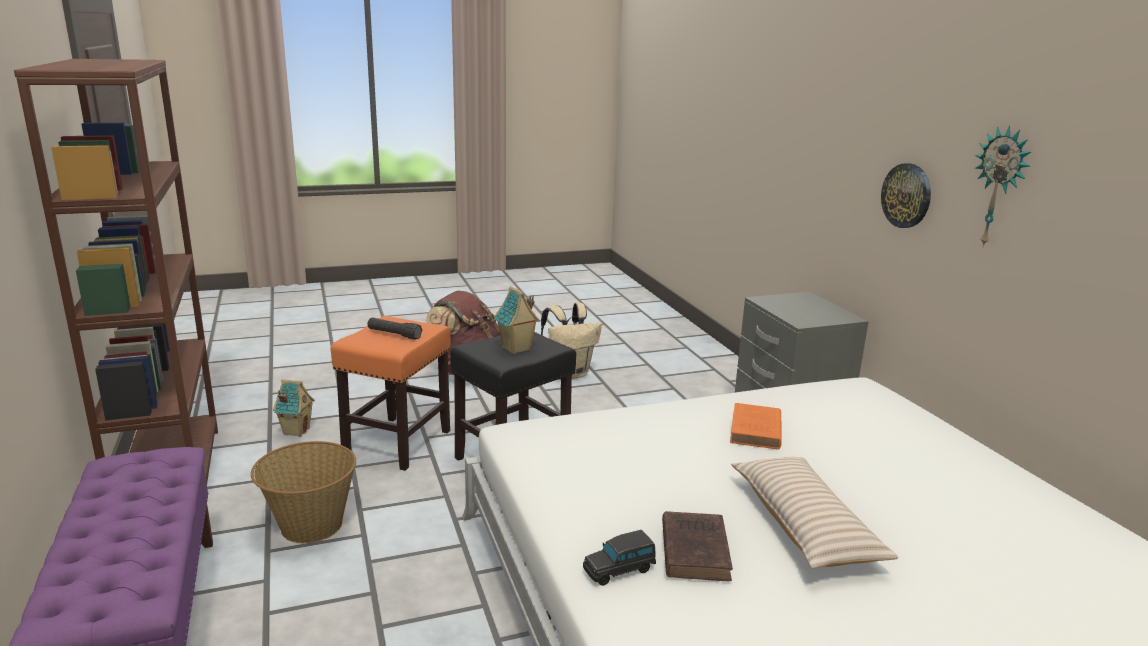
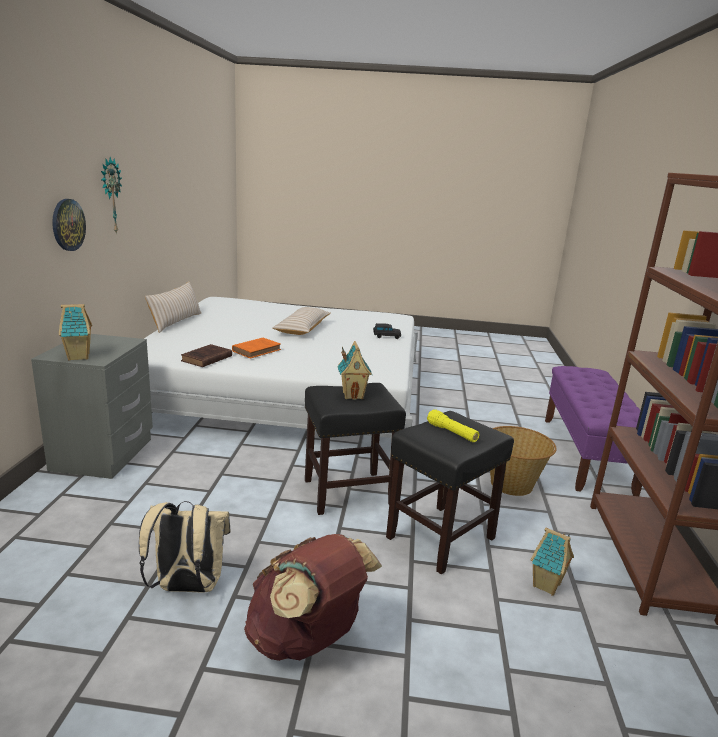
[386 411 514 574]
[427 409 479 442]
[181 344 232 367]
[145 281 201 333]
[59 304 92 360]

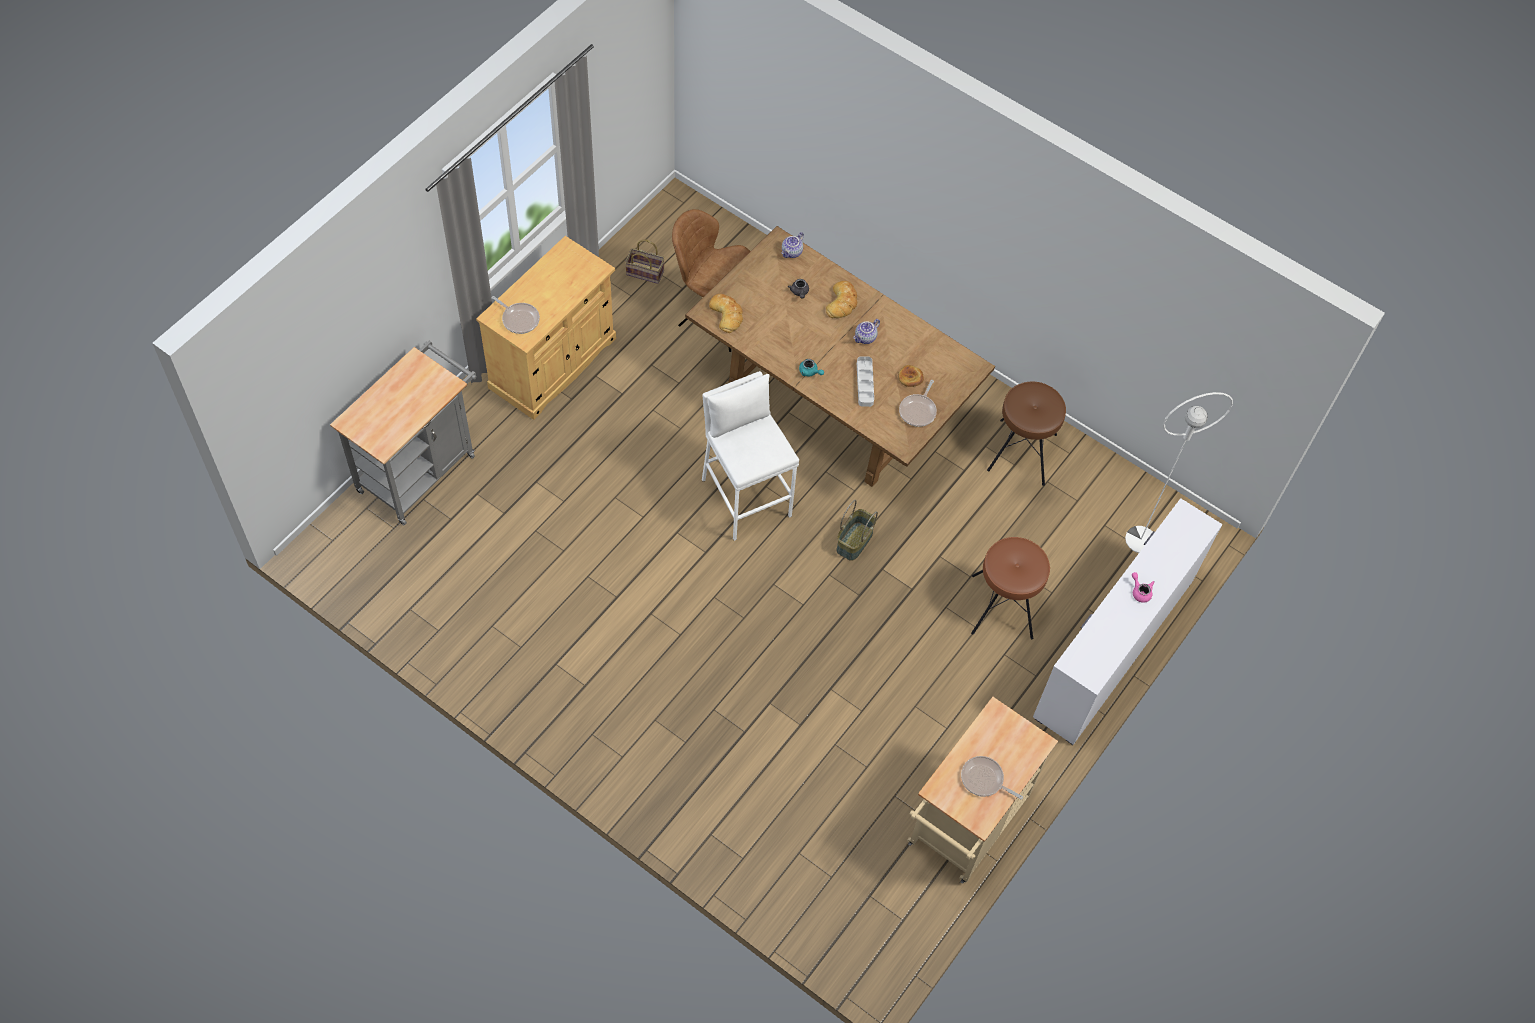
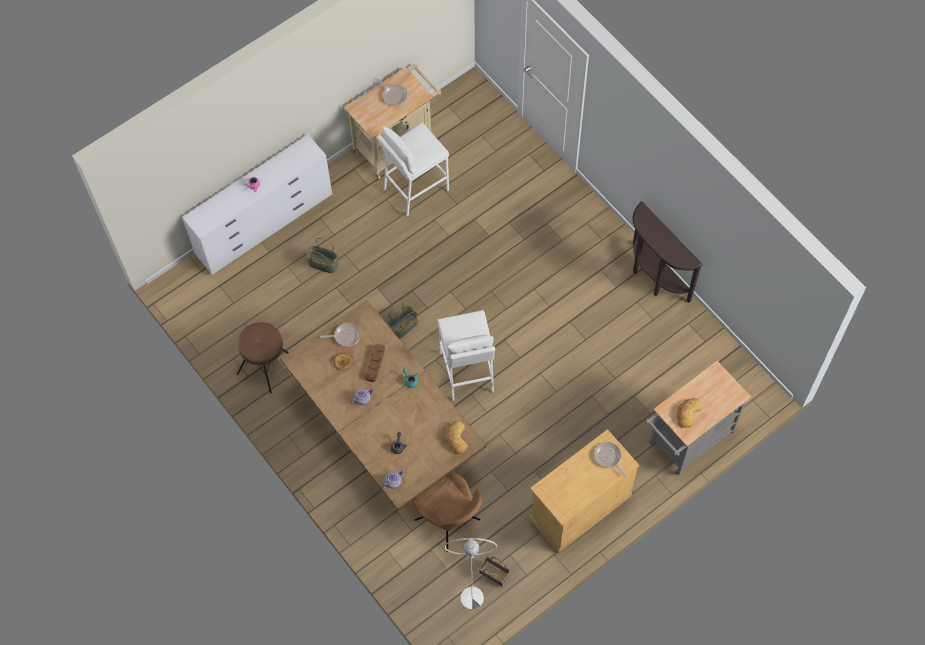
[677 398 703 428]
[365 344 385 382]
[320 323 361 347]
[444 538 497 609]
[306 238 338 273]
[377 122 449 217]
[633 201 703 303]

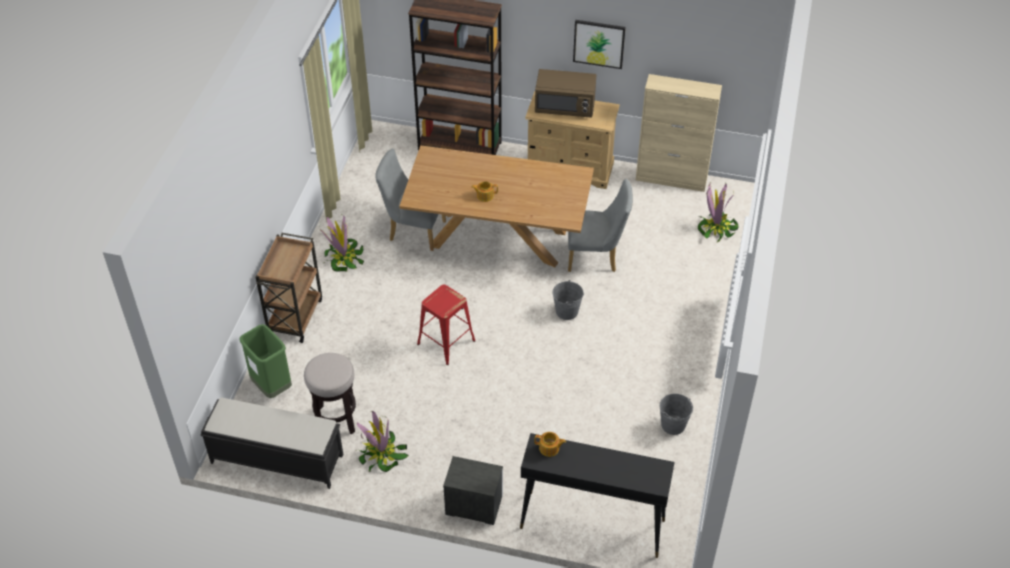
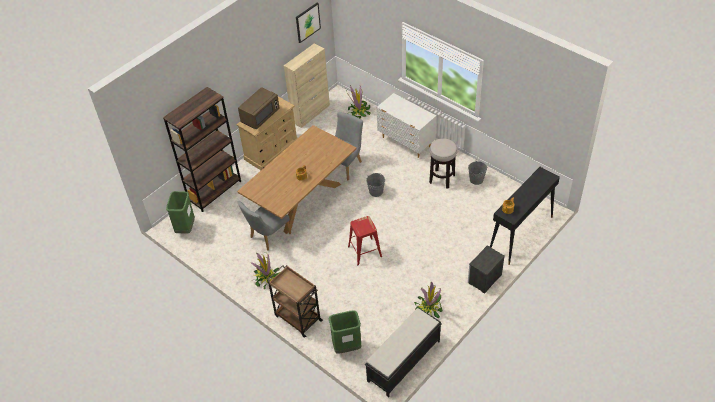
[296 3 321 43]
[429 138 458 189]
[376 93 436 158]
[166 191 195 234]

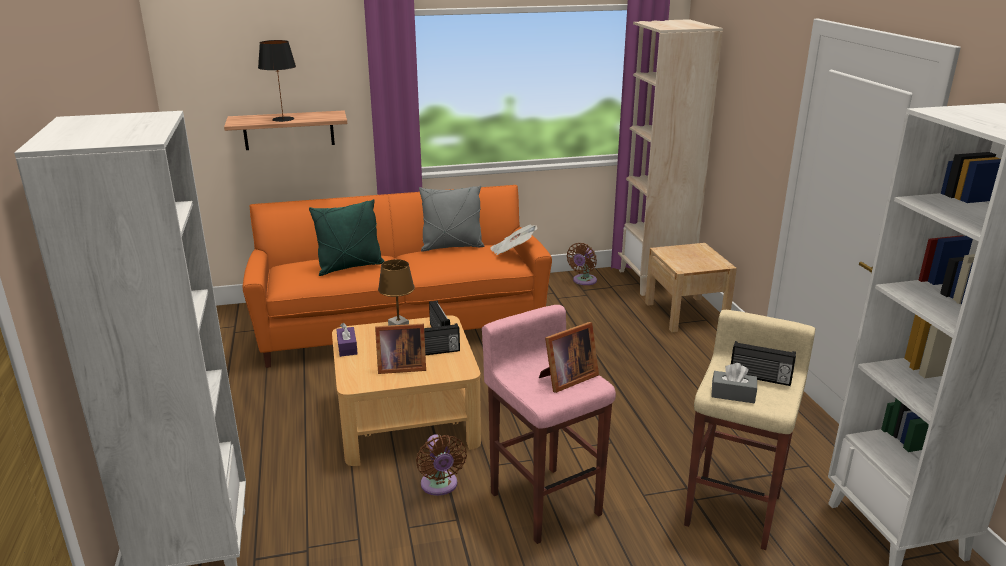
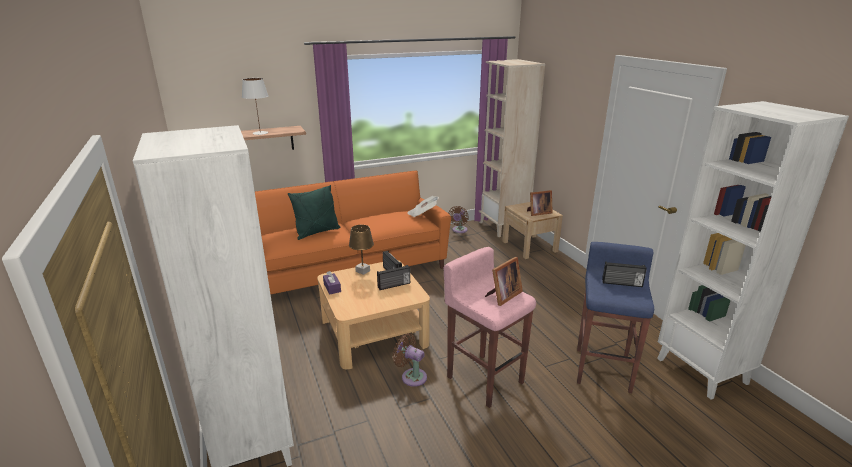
[242 78 269 135]
[419 185 484 252] (first image)
[577 242 654 393]
[527 190 553 216]
[711 363 757 403] (first image)
[393 333 427 387]

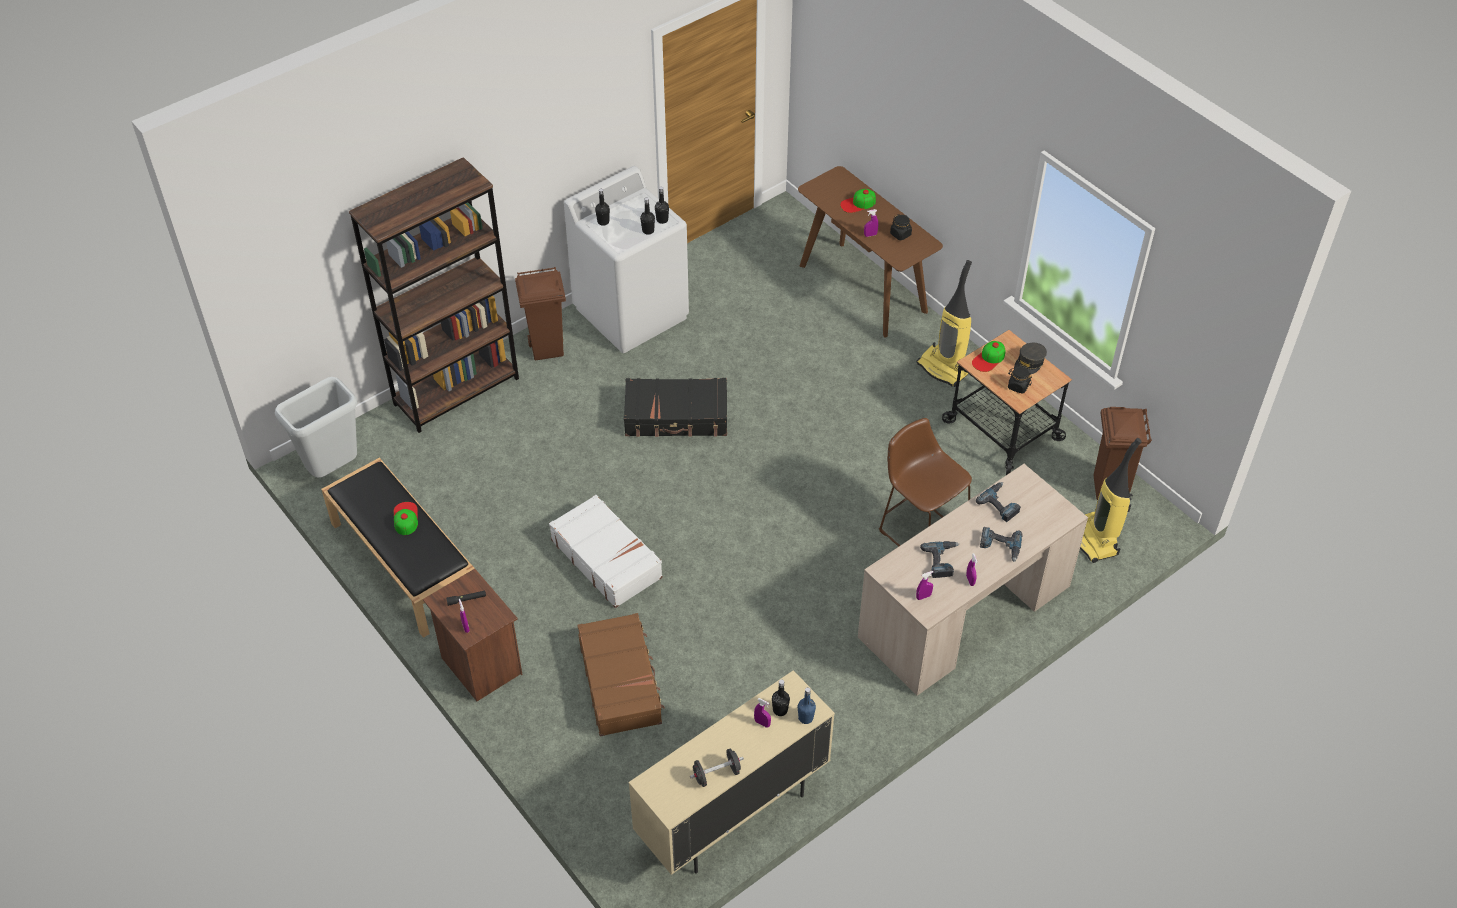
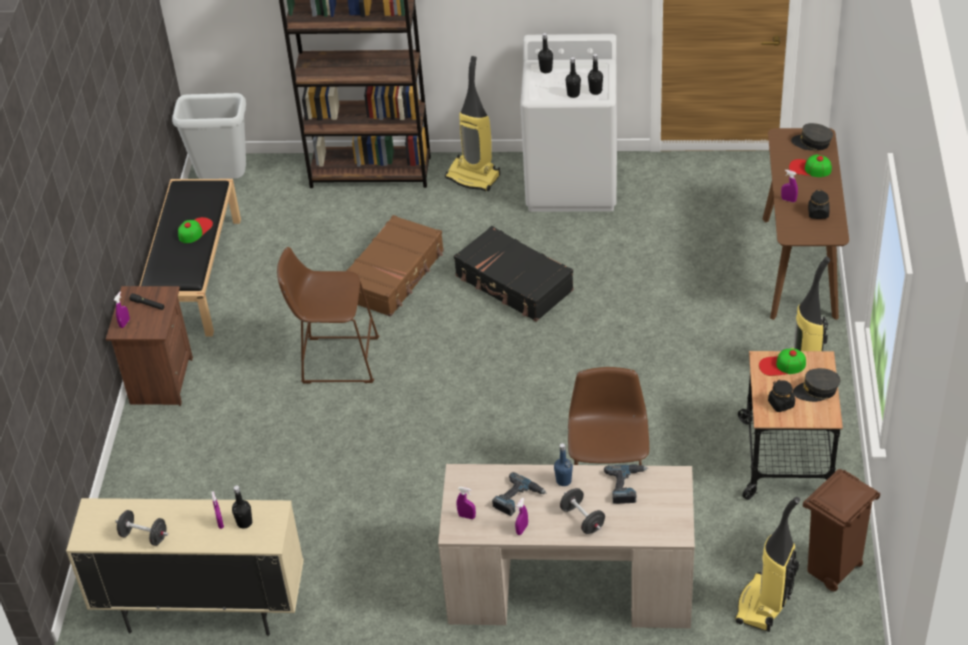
[445 56 500 191]
[277 247 379 384]
[560 488 605 534]
[346 215 444 317]
[554 443 573 486]
[791 123 833 150]

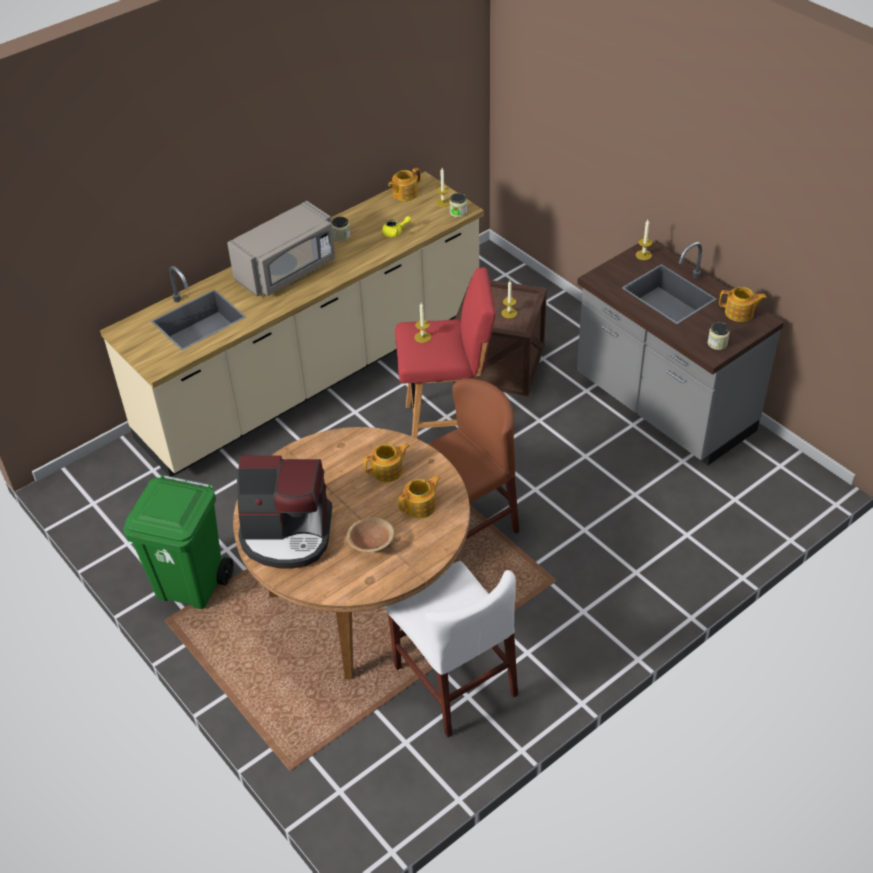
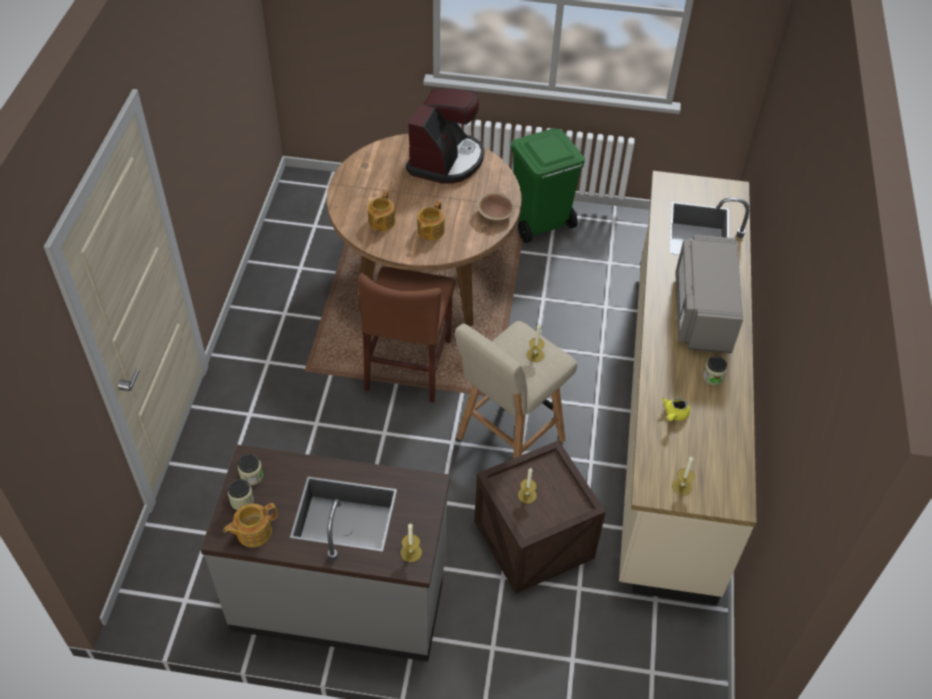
[388 168 421 201] (first image)
[228 479 254 510]
[455 321 577 459]
[406 88 484 184]
[476 192 515 220]
[385 561 518 737] (first image)

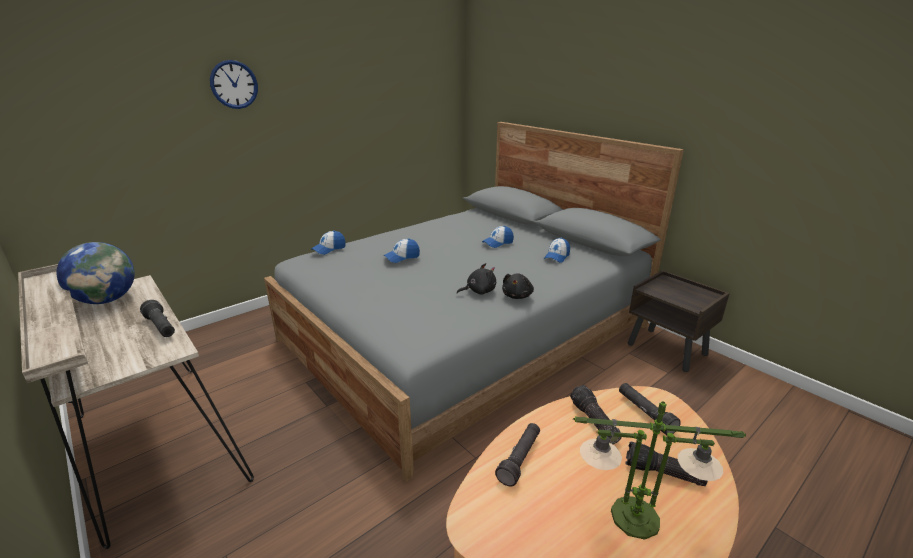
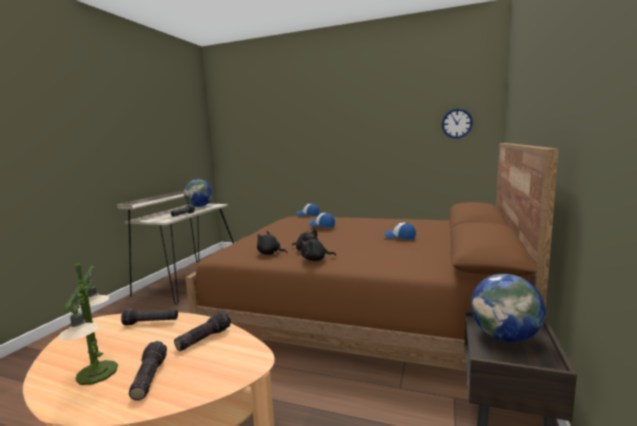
[442 108 473 138]
[185 143 559 371]
[544 238 570 263] (first image)
[619 383 681 435] (first image)
[257 231 287 255]
[471 274 546 342]

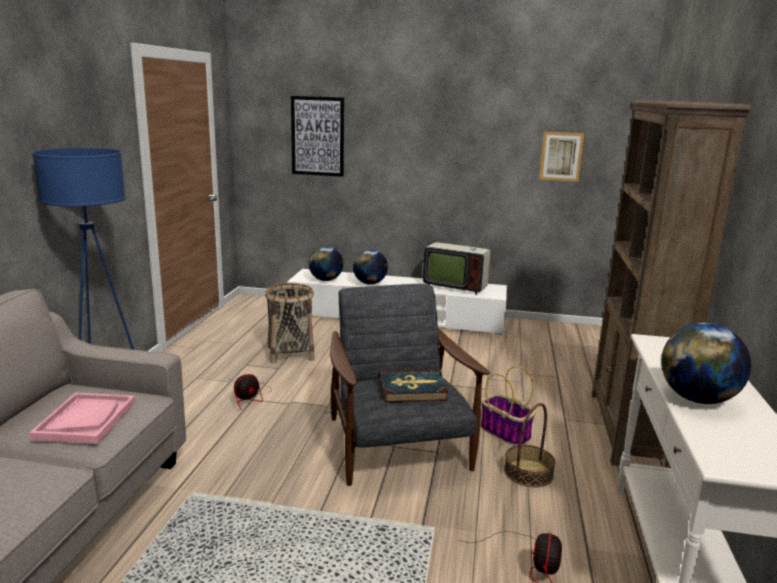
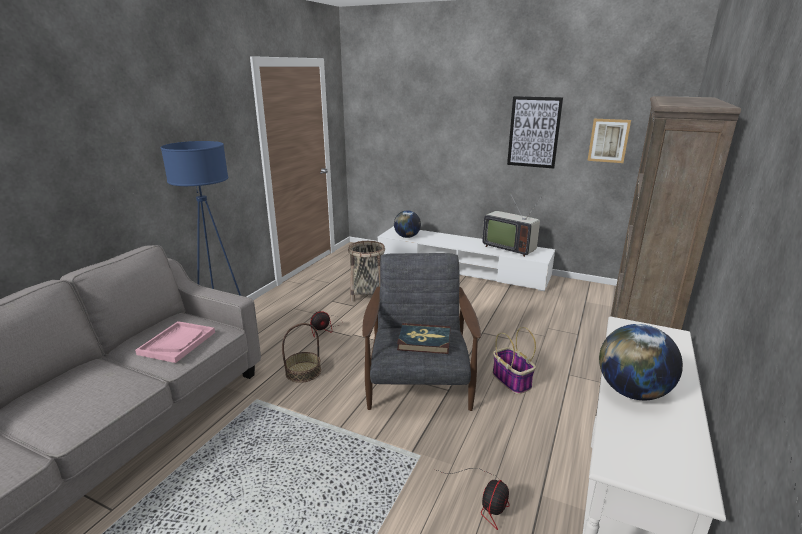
[507 96 563 169]
[353 249 388 285] (first image)
[282 323 321 383]

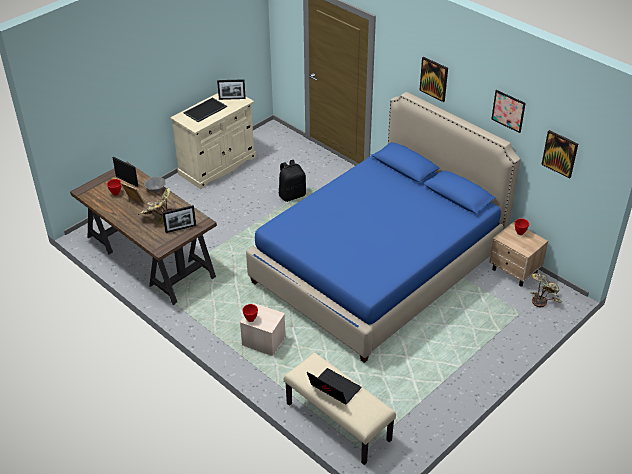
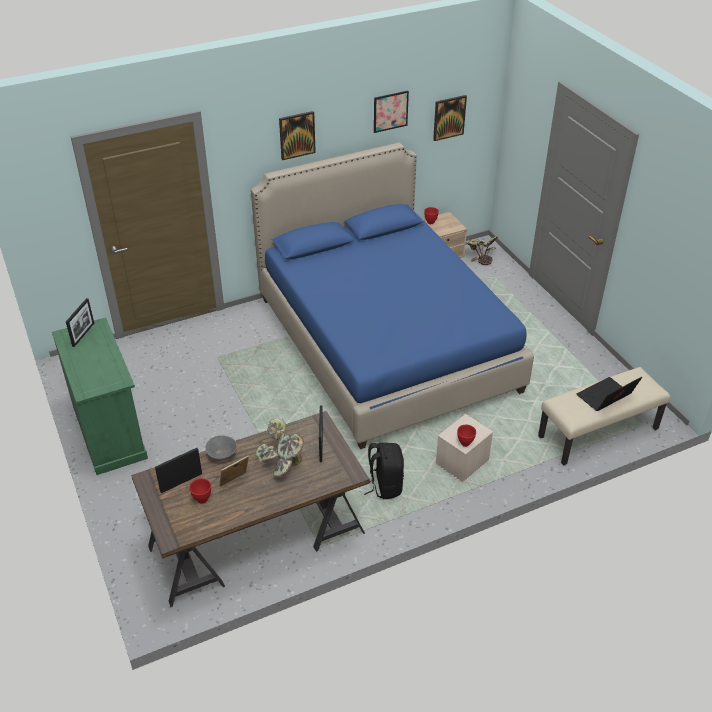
[52 317 148 475]
[183 97 227 122] (first image)
[364 443 404 499]

